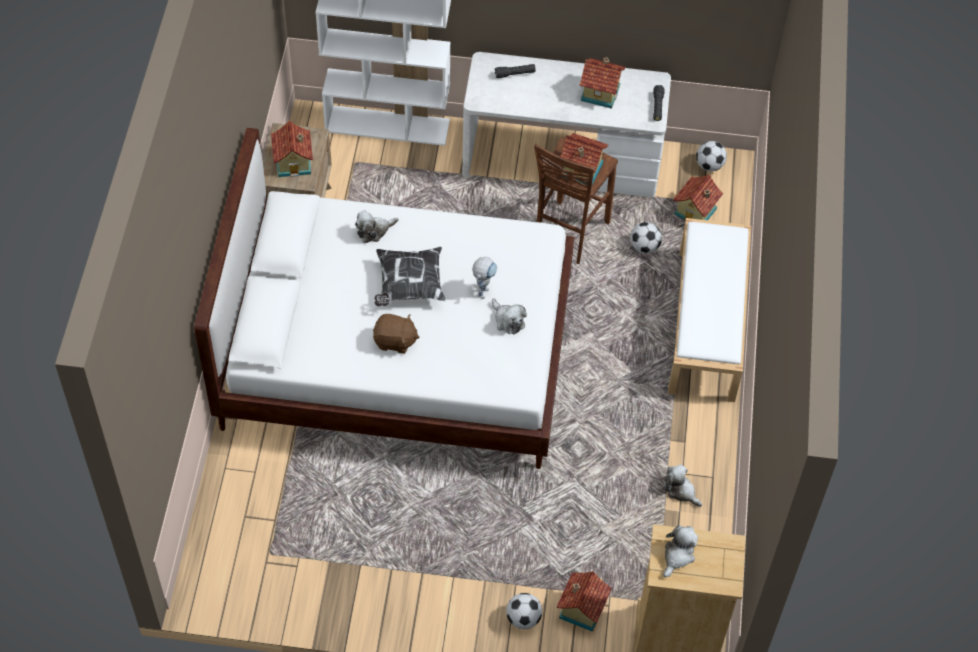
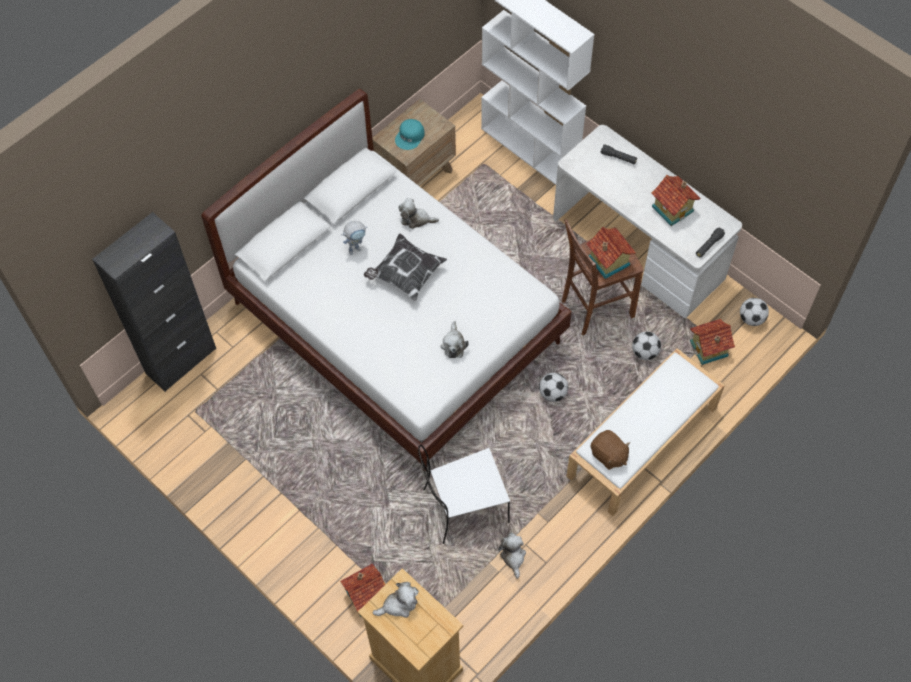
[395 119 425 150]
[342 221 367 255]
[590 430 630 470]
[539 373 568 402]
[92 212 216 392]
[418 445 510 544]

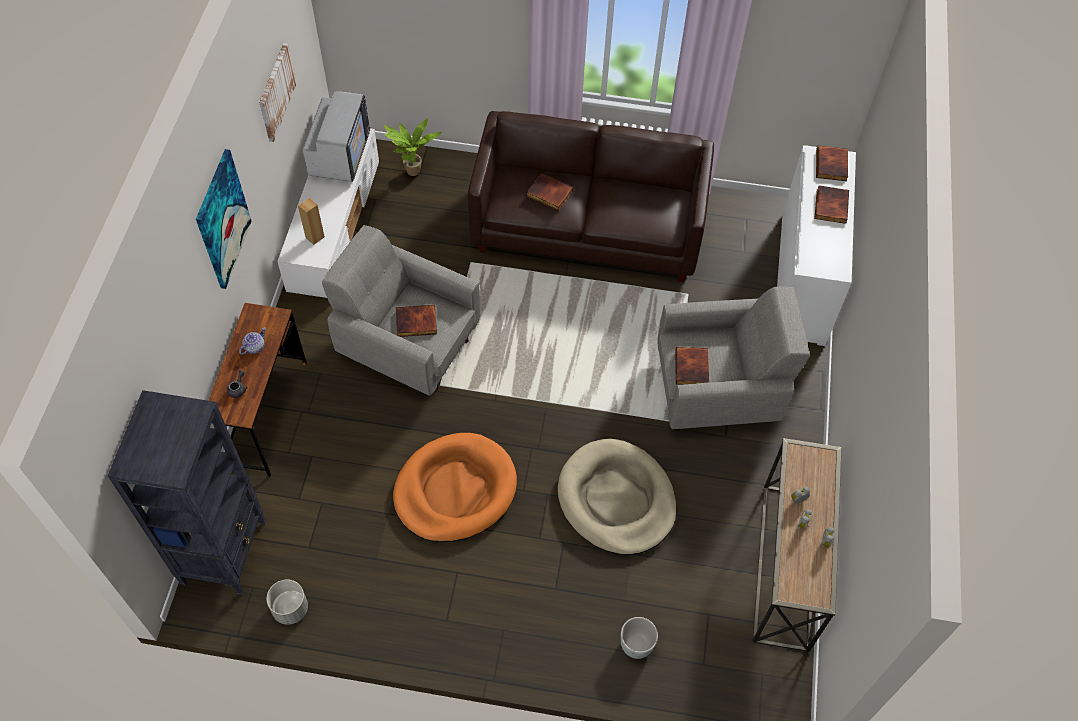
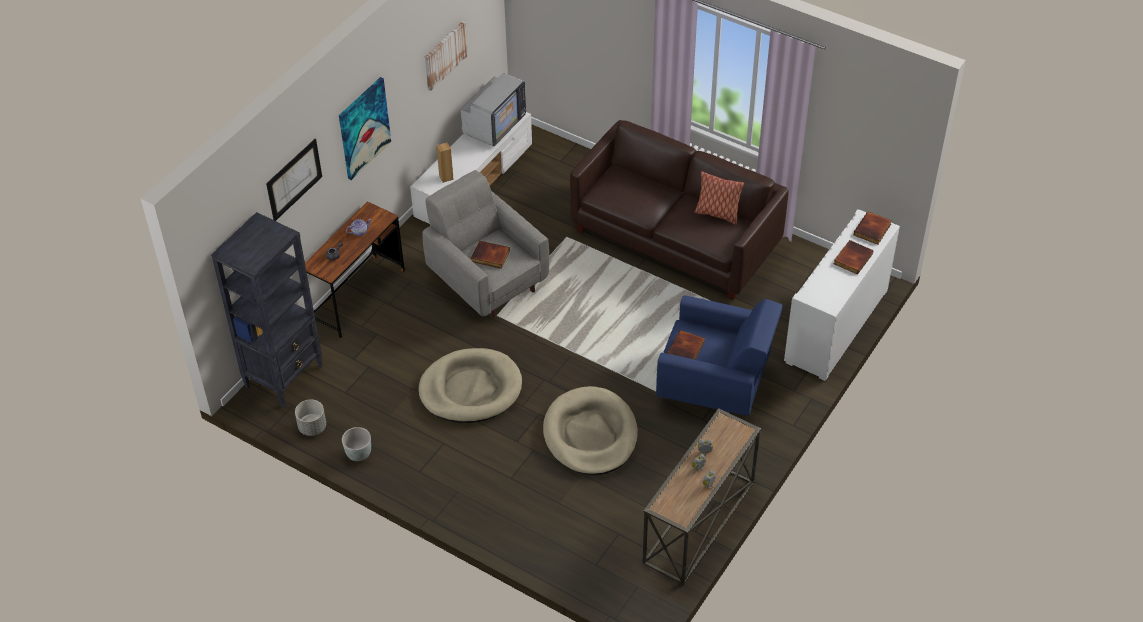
[384 118 441 176] (first image)
[527 173 573 211] (first image)
[656 295 783 416]
[418 348 522 423]
[342 427 371 461]
[266 139 322 221]
[695 171 744 225]

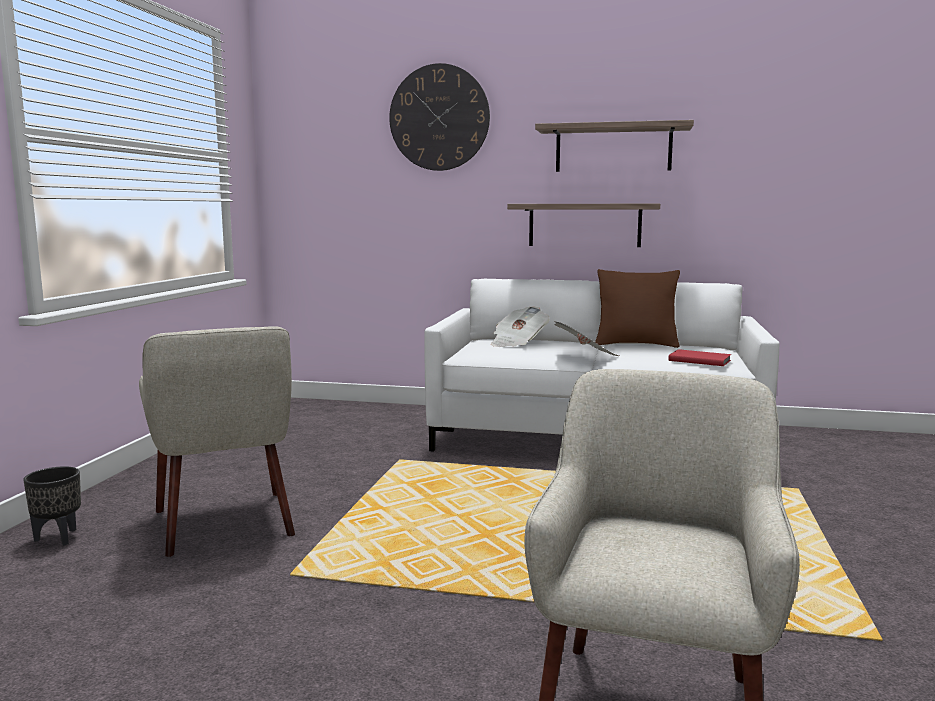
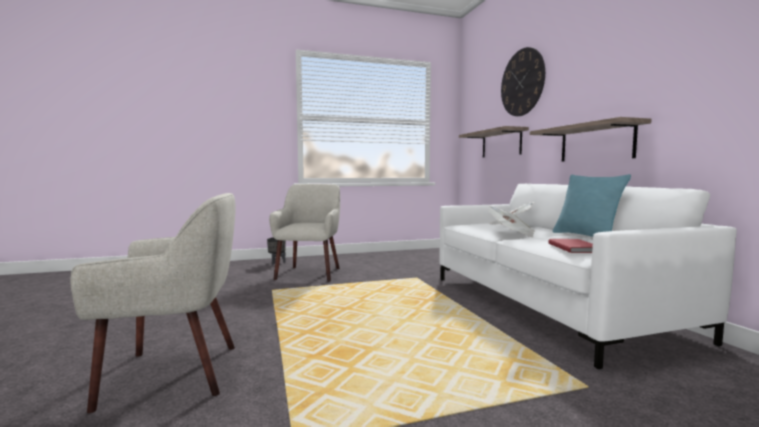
[459 126 529 157]
[553 174 631 237]
[269 184 340 282]

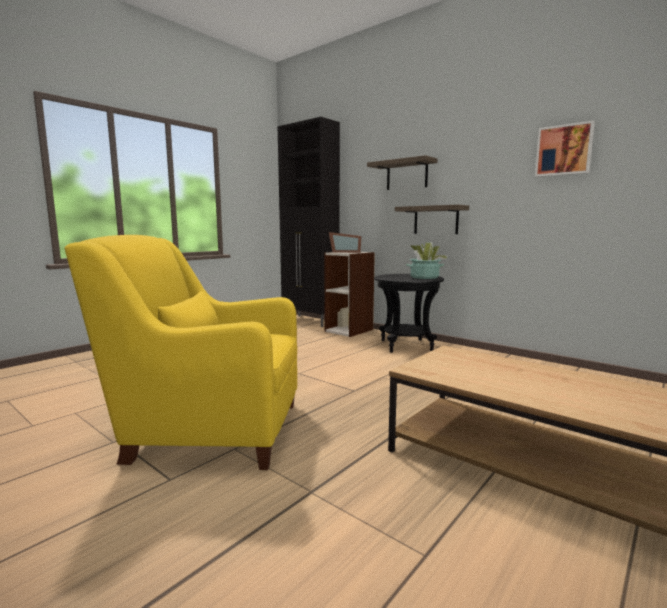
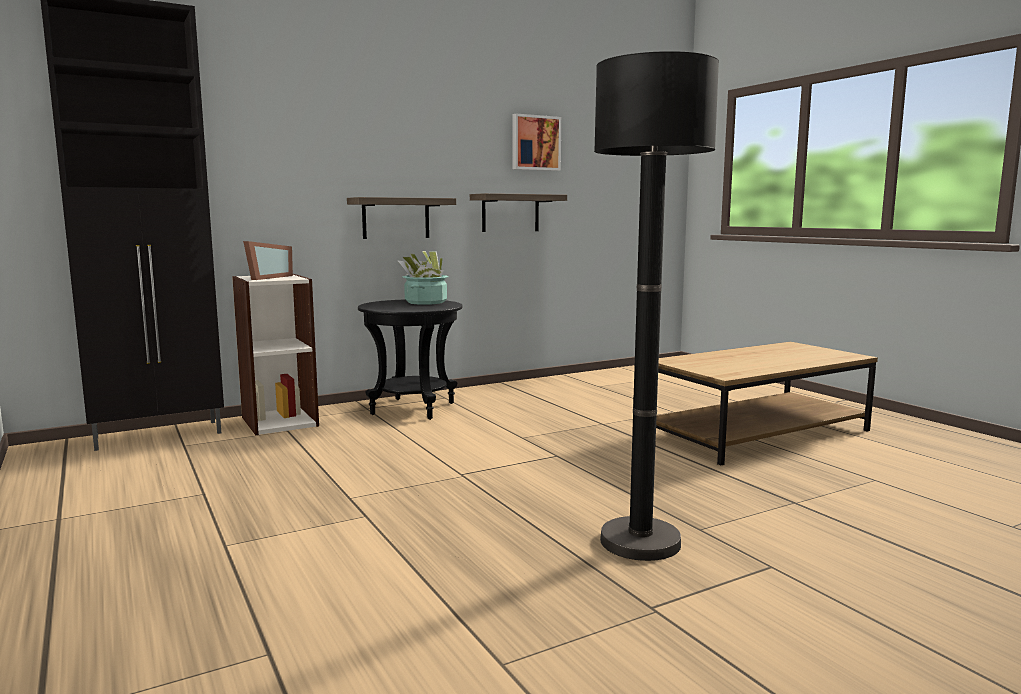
[470 193 567 232]
[594 51 719 561]

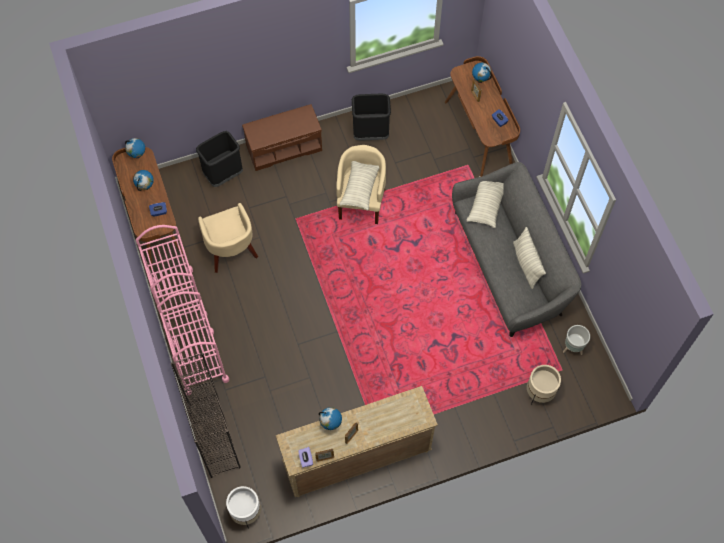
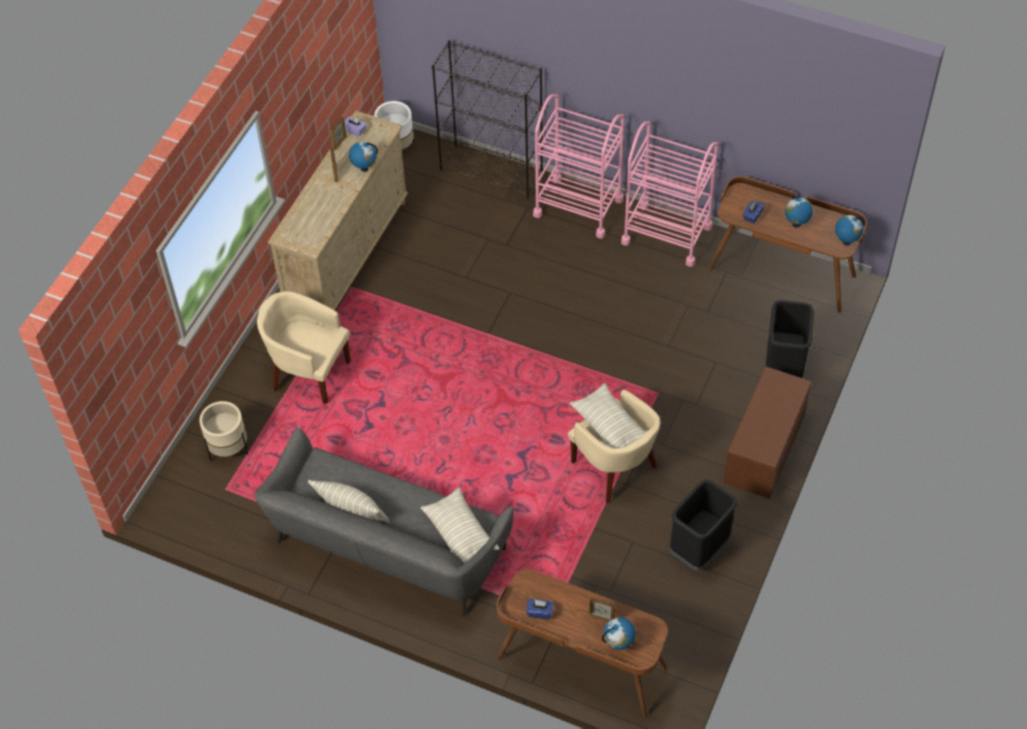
[257 291 351 404]
[563 325 590 355] (first image)

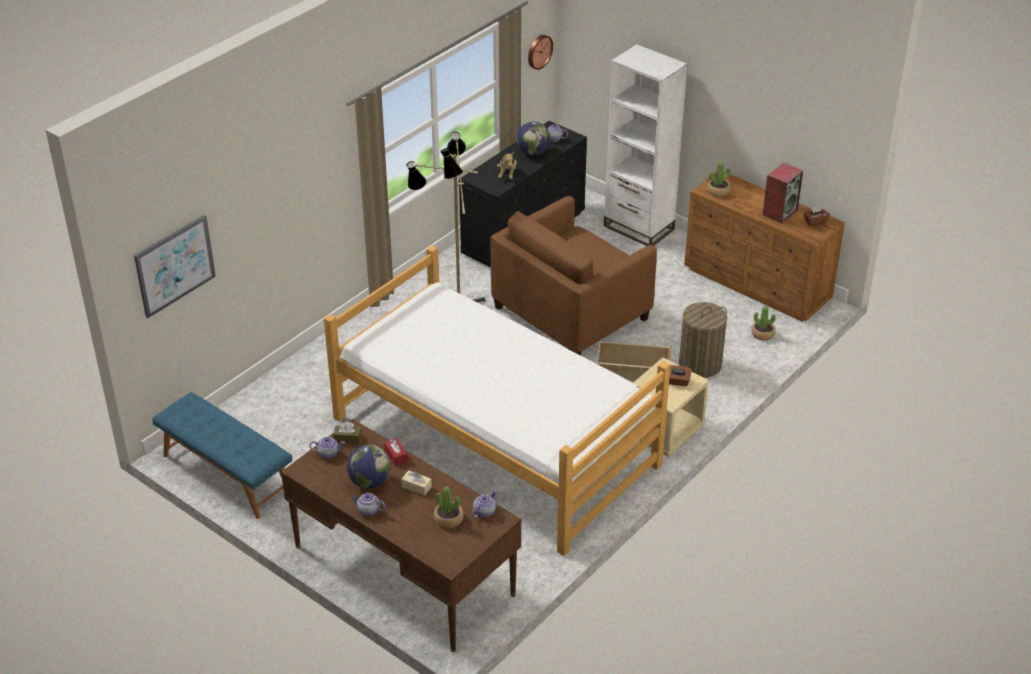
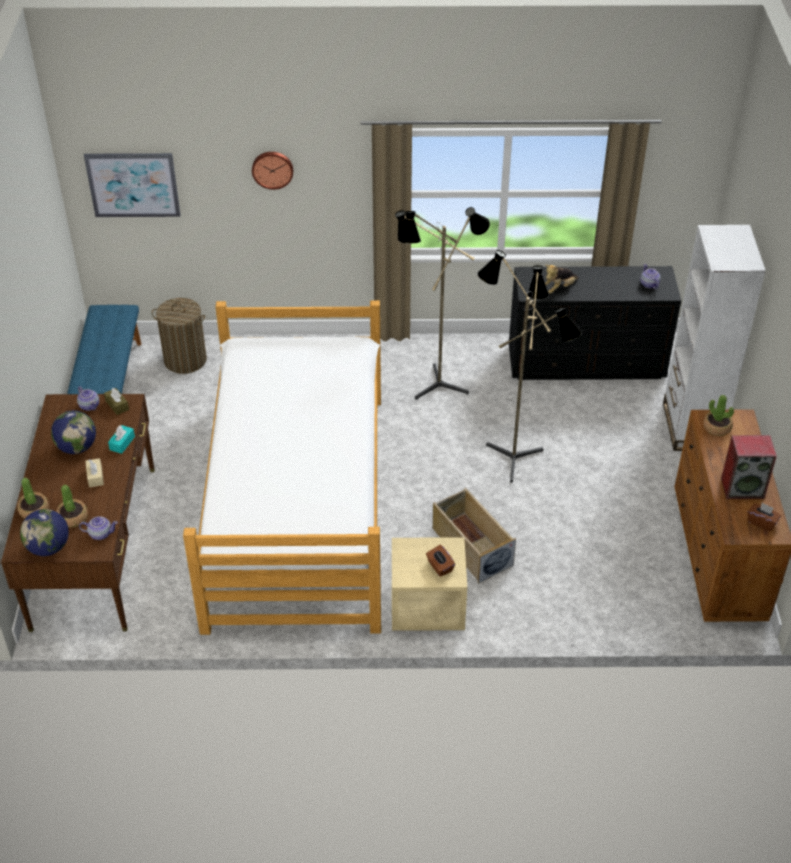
[252 152 293 190]
[20 509 69 556]
[478 250 582 483]
[152 298 207 374]
[17 478 49 519]
[108 425 135 454]
[351 493 386 516] (first image)

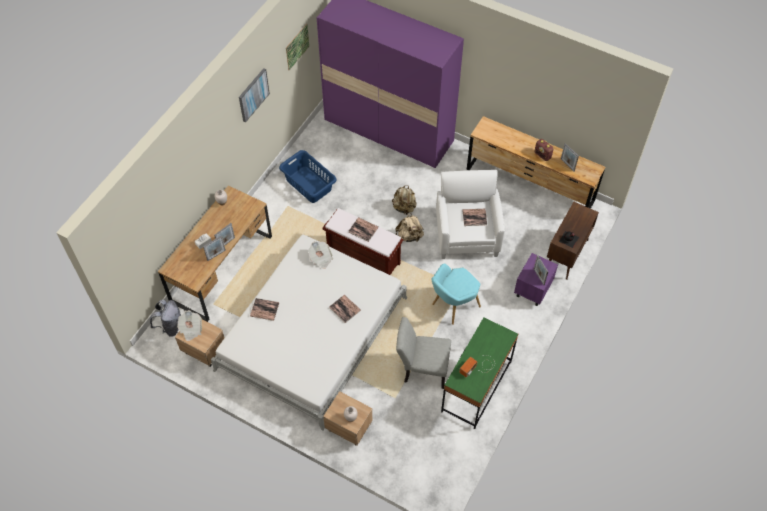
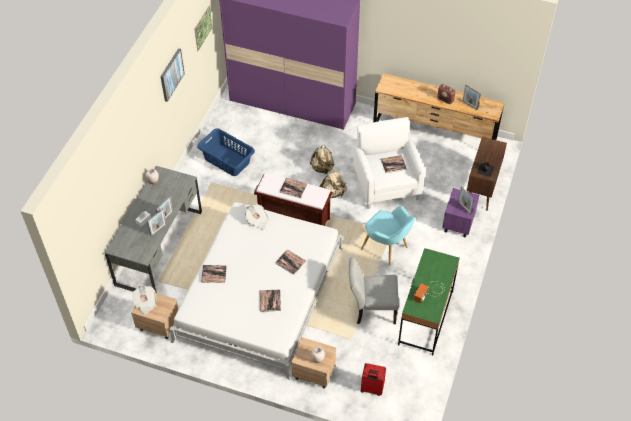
[105 166 202 293]
[361 206 415 265]
[150 299 181 337] (first image)
[260 290 281 312]
[361 363 386 396]

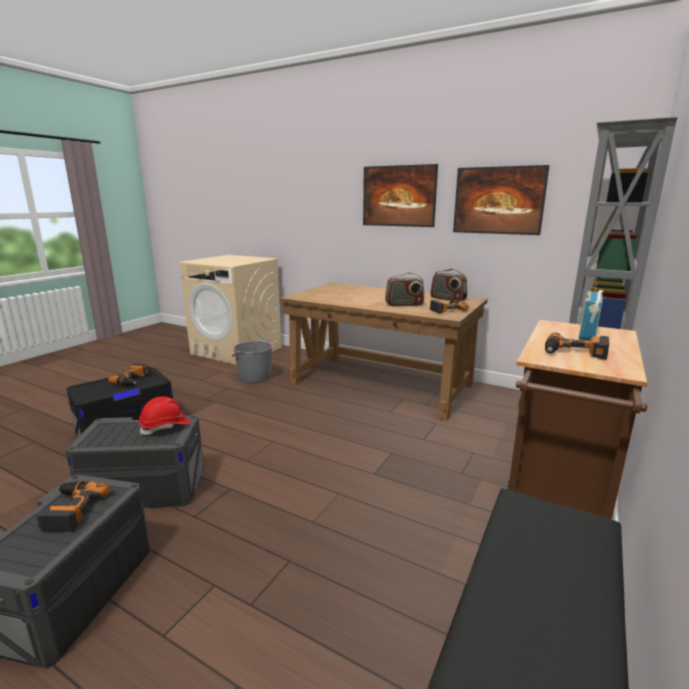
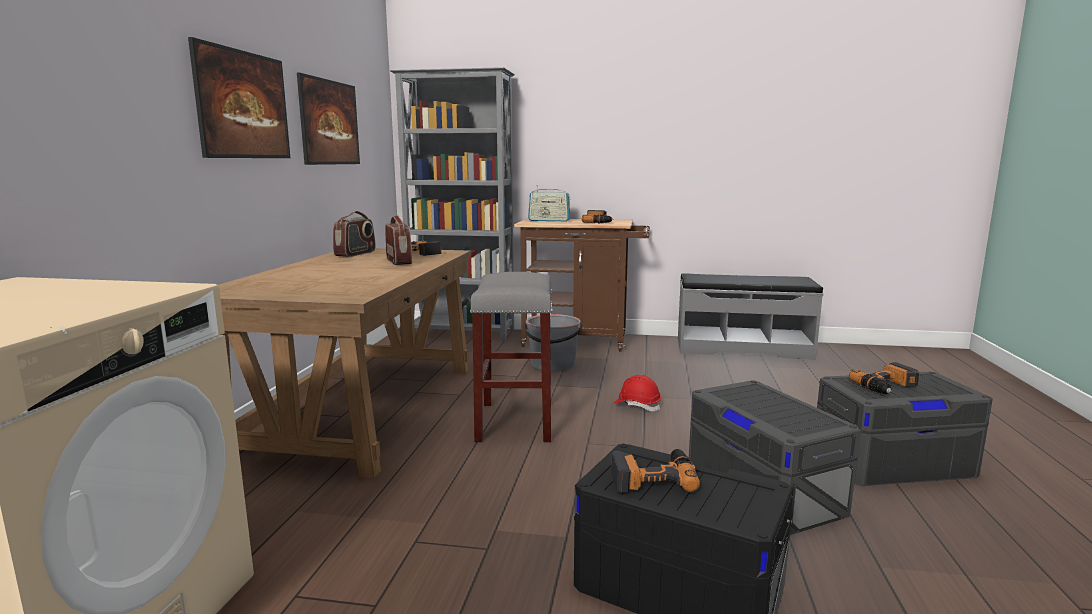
[523 314 582 371]
[614 375 661 411]
[470 272 552 442]

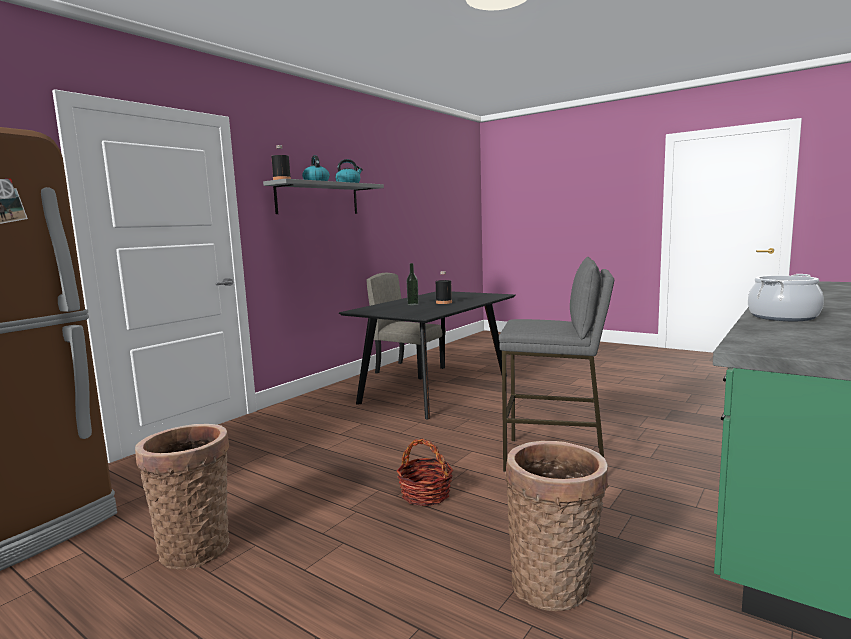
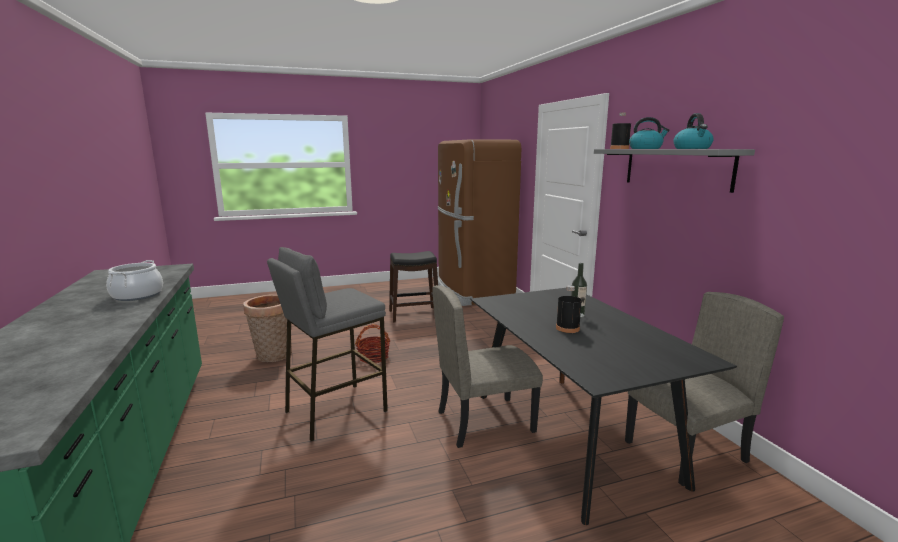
[389 251 438 322]
[432 285 543 448]

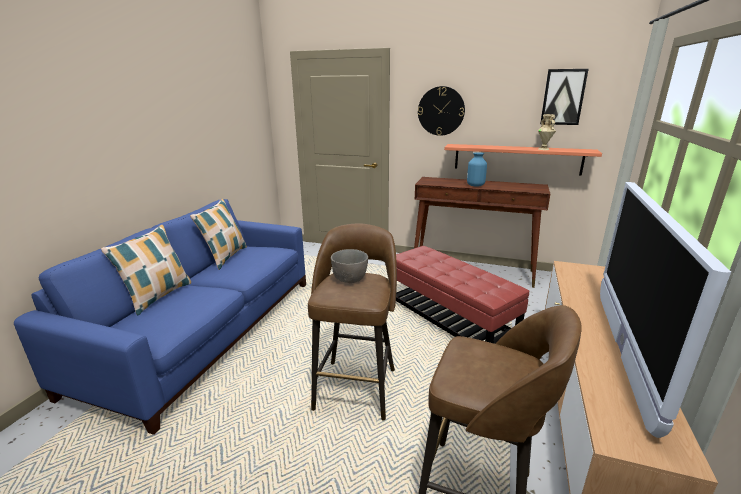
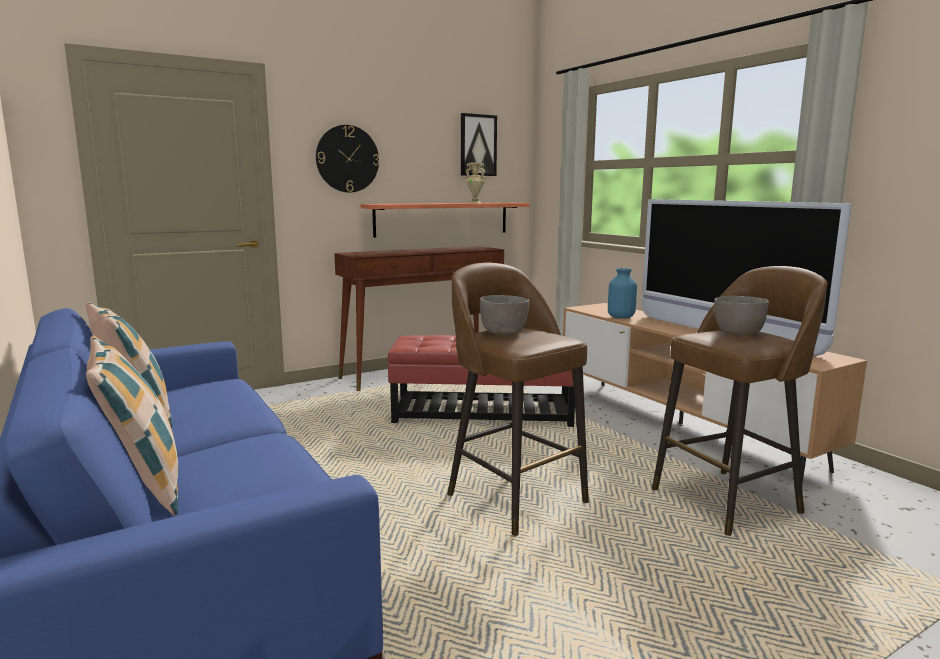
[608 268 637 319]
[714 296 769 335]

